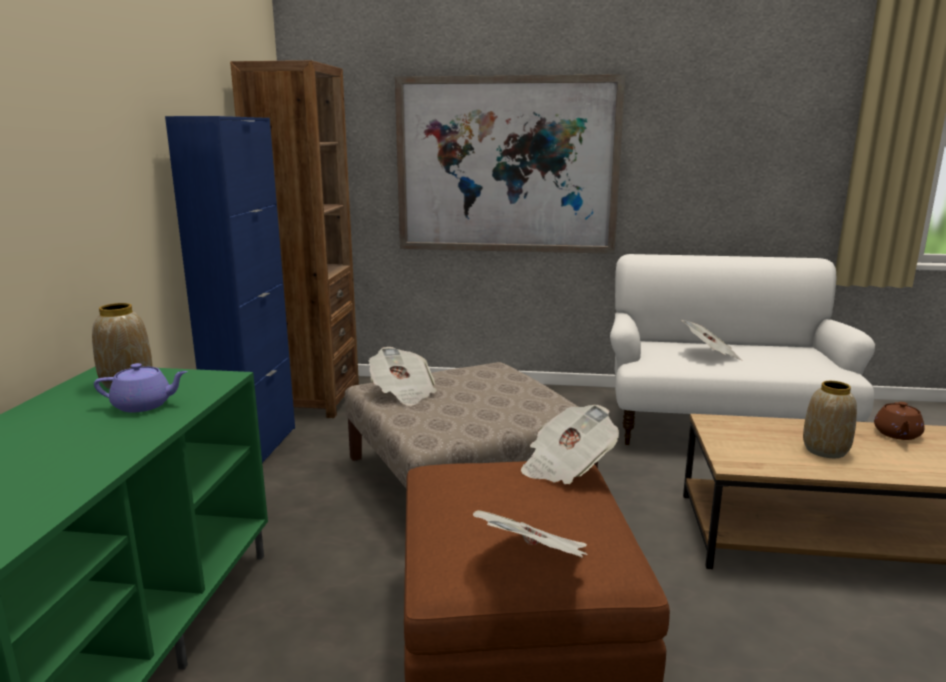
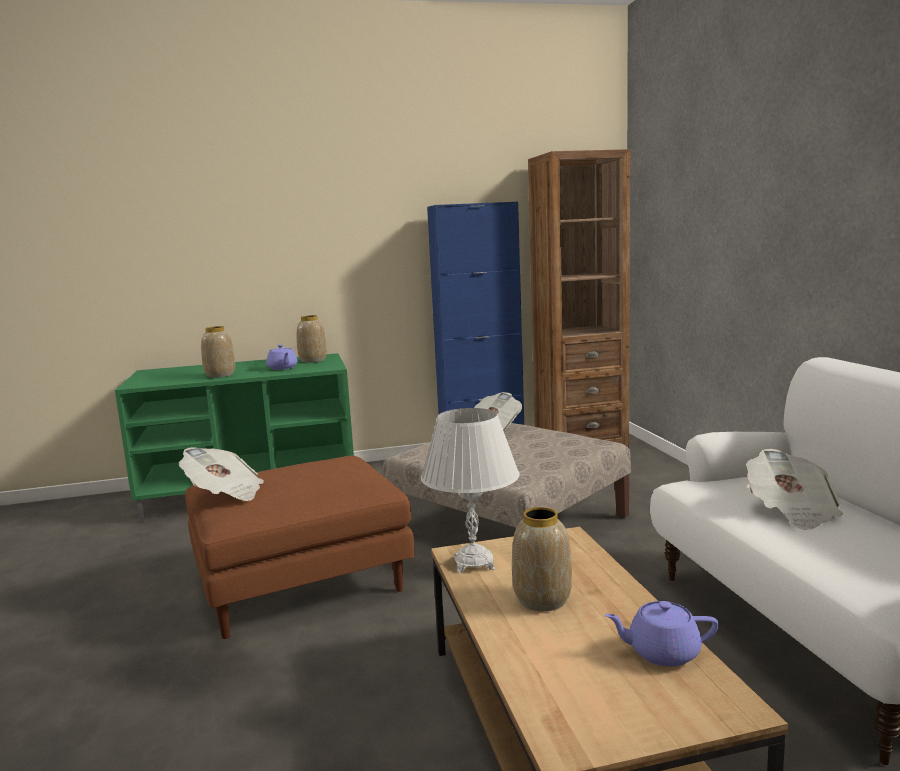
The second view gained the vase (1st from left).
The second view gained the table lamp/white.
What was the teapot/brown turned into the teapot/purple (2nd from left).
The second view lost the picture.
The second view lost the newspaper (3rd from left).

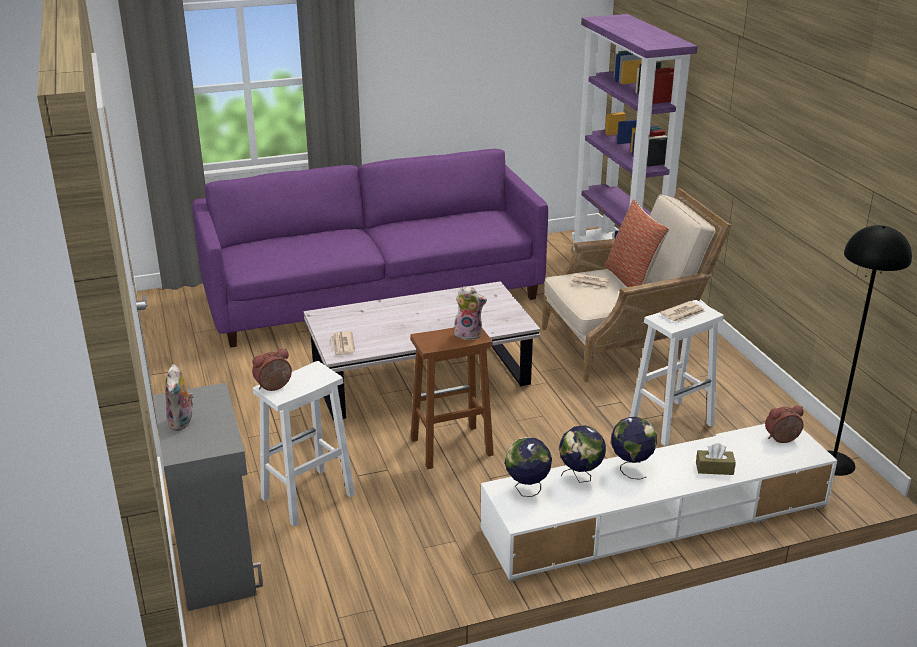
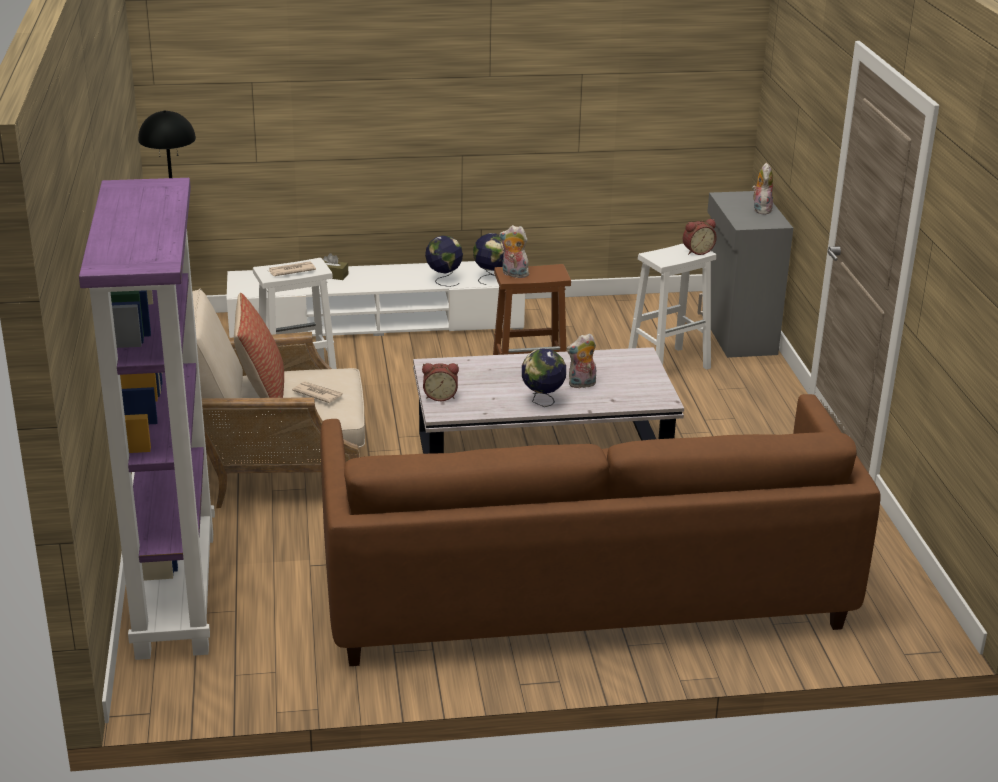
What was the sofa/purple turned into the sofa/brown.
The alarm clock (2nd from left in the first image) ended up elsewhere.
The globe (3rd from left) ended up elsewhere.
The second view gained the plush toy (2nd from left).
The second view lost the newspaper (1st from left).

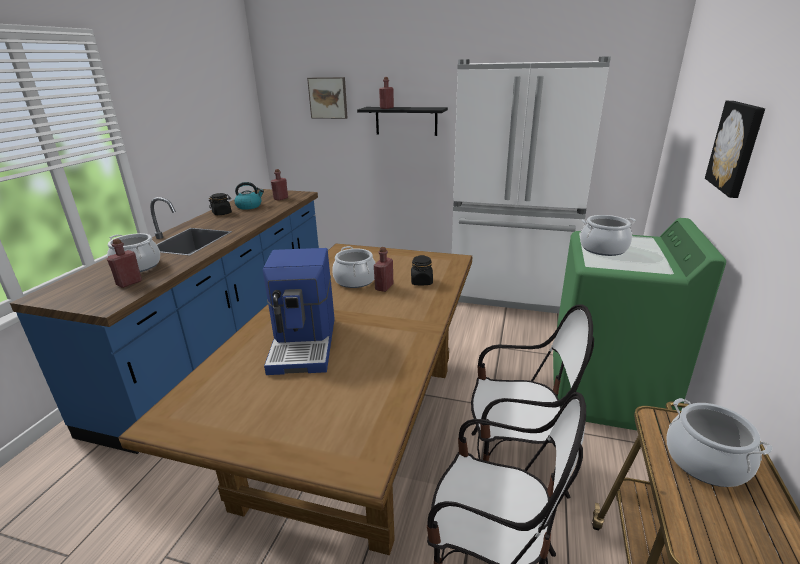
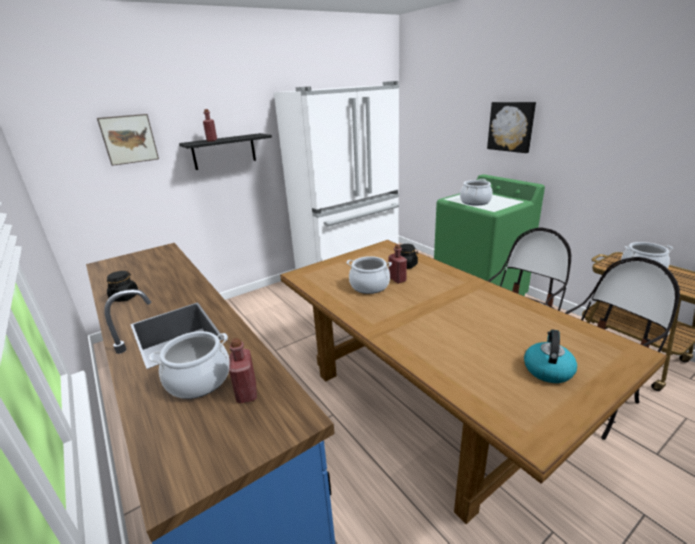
The kettle ended up elsewhere.
The second view lost the coffee machine.
The second view lost the bottle/red (2nd from left).

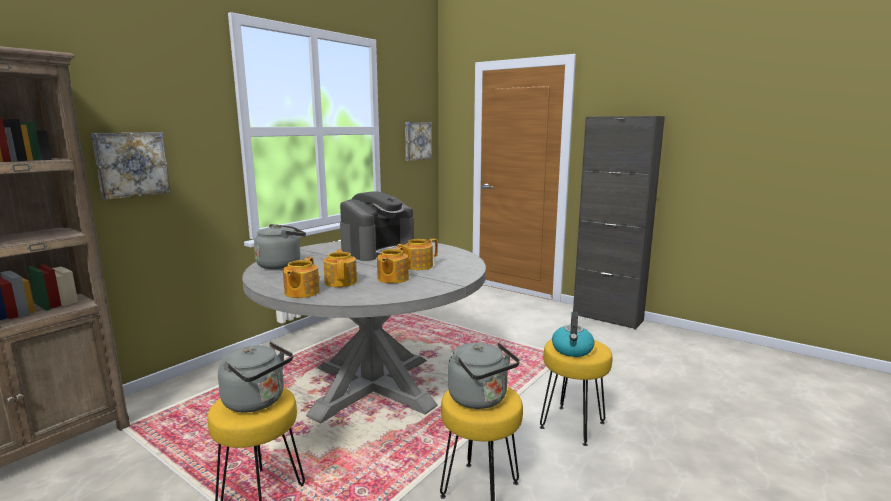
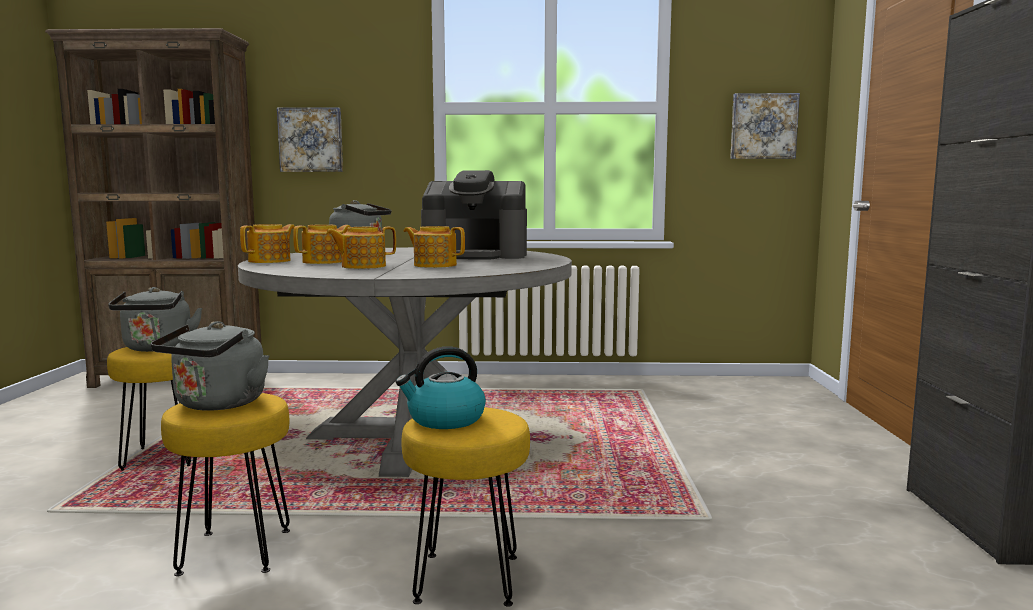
The teapot (1st from left) ended up facing another way, 150 degrees clockwise from before.

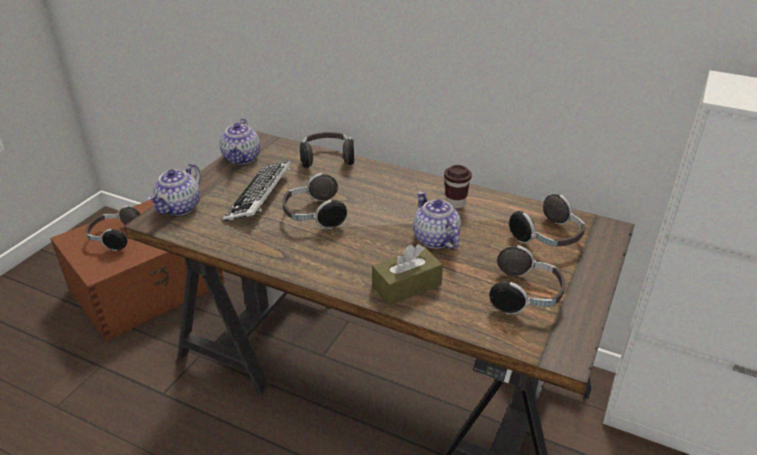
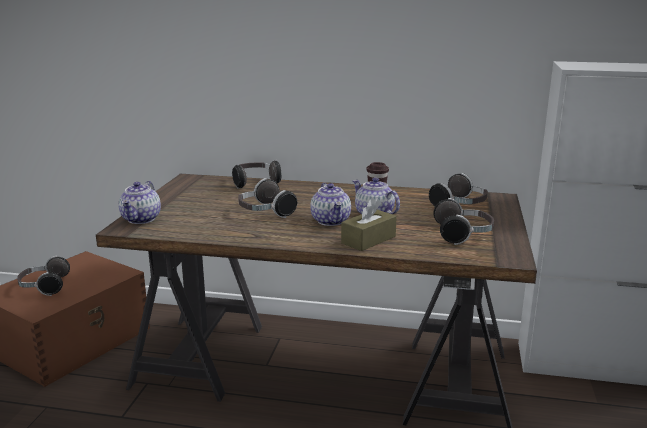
The teapot (2nd from left) ended up elsewhere.
The second view lost the keyboard.

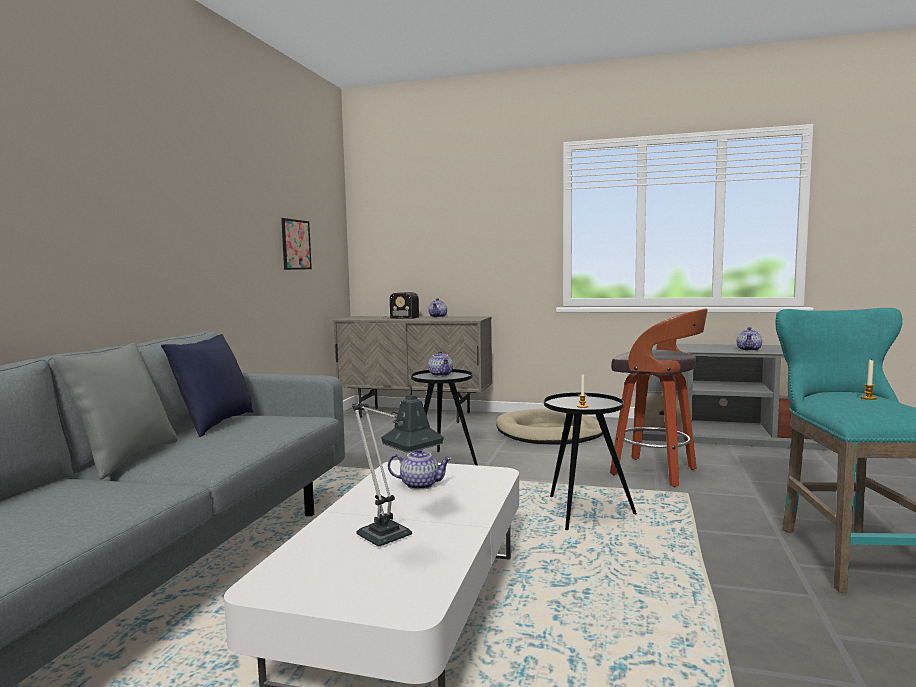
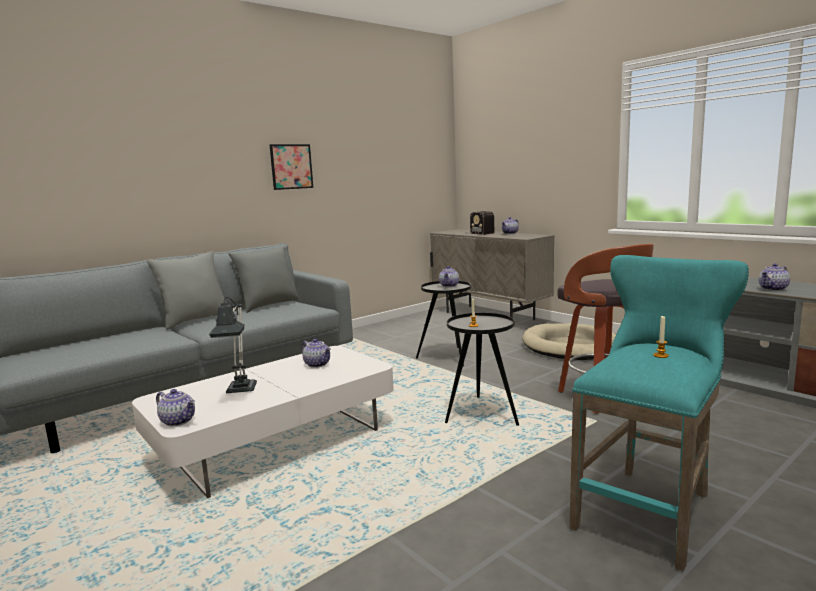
The second view gained the teapot (1st from left).
What was the pillow/blue turned into the pillow/grey (2nd from left).
The picture ended up elsewhere.

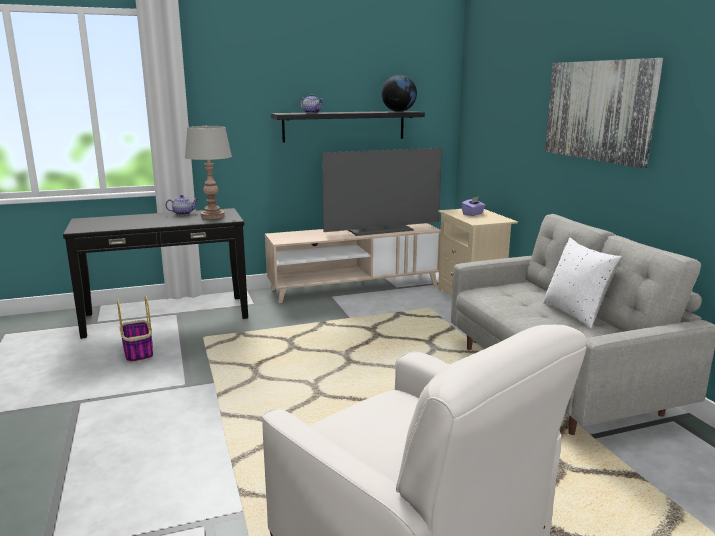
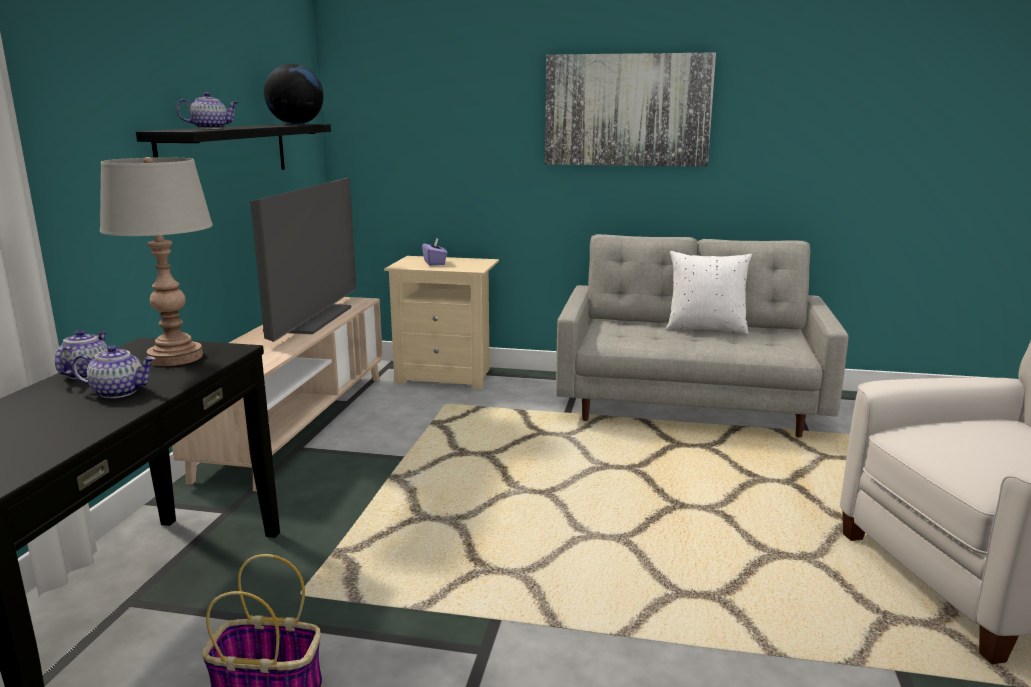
The second view gained the teapot (2nd from left).

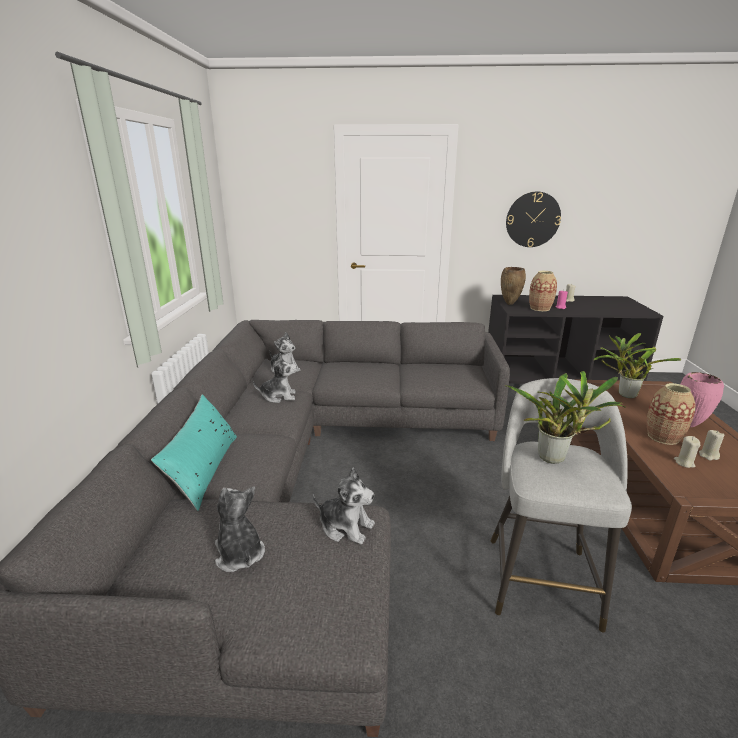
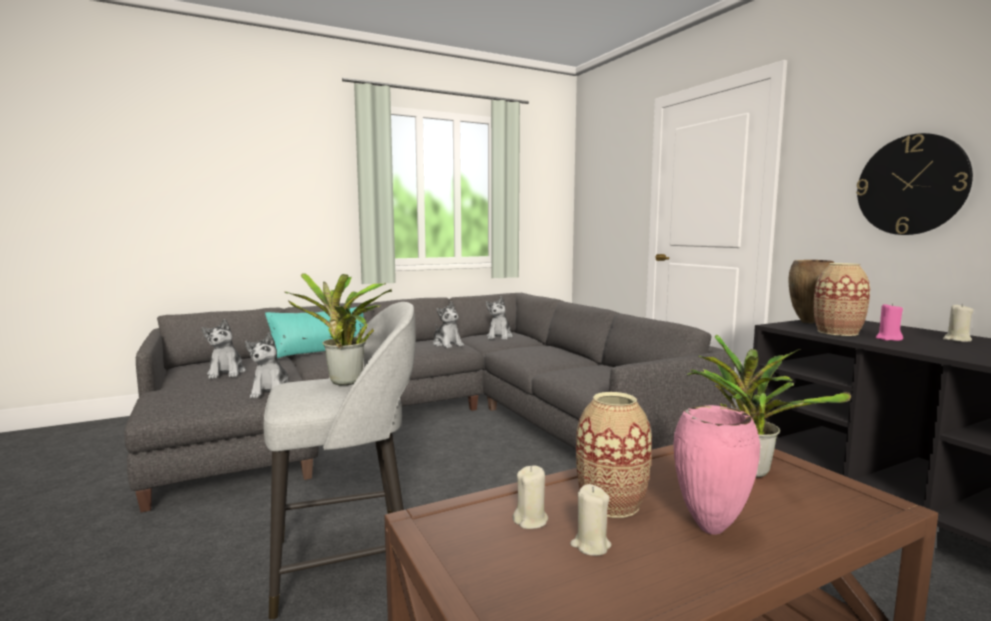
The plush toy (1st from left) ended up facing another way, 135 degrees clockwise from before.

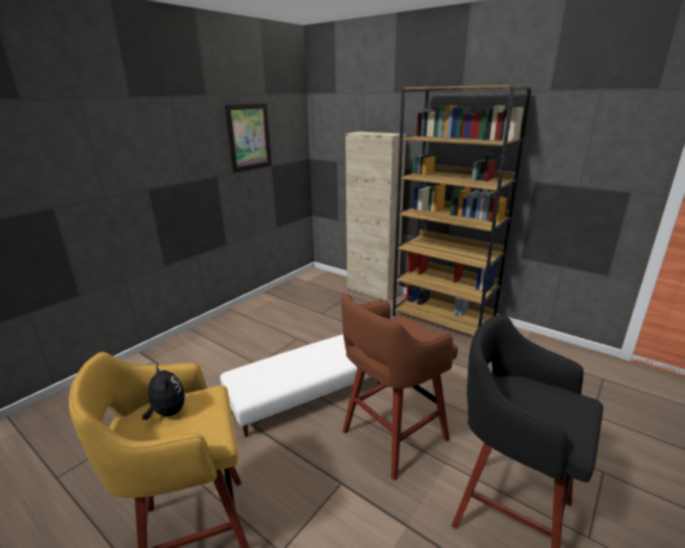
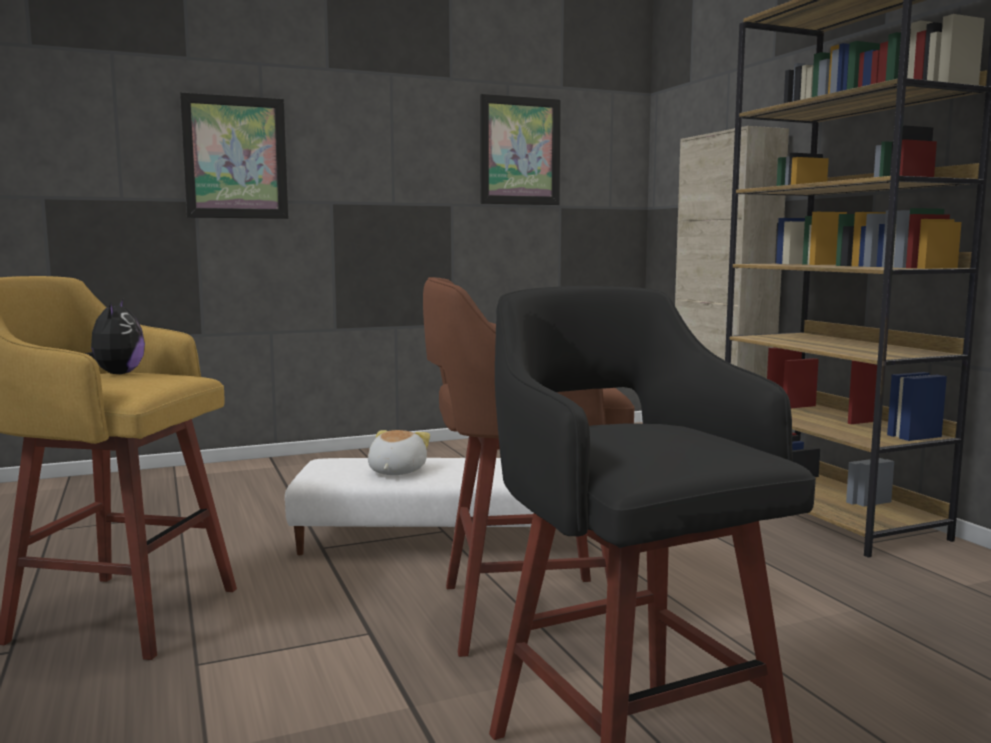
The second view gained the picture (1st from left).
The second view gained the plush toy (2nd from left).

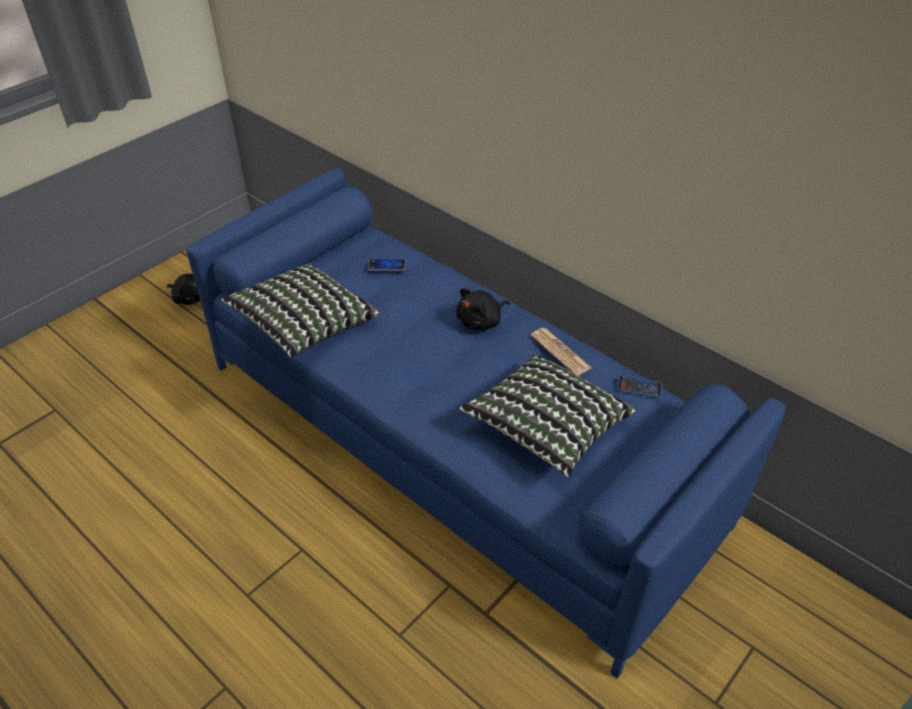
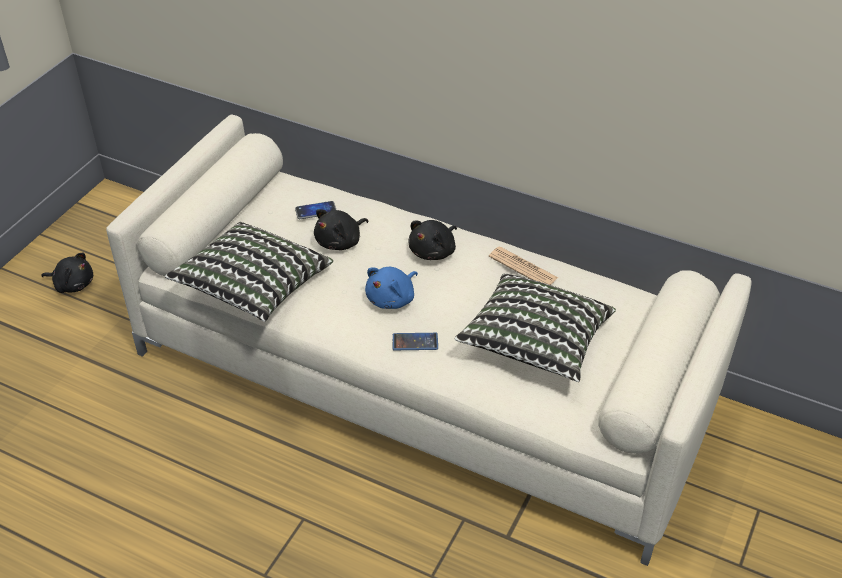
What was the sofa/blue turned into the sofa/beige.
The second view gained the plush toy/black (2nd from left).
The second view gained the plush toy/blue.
The phone (2nd from left) ended up elsewhere.

